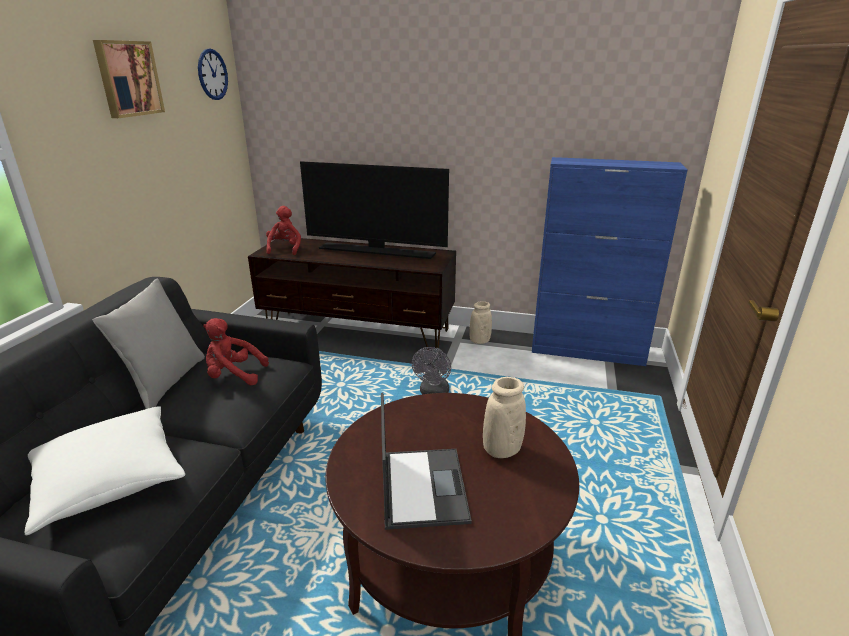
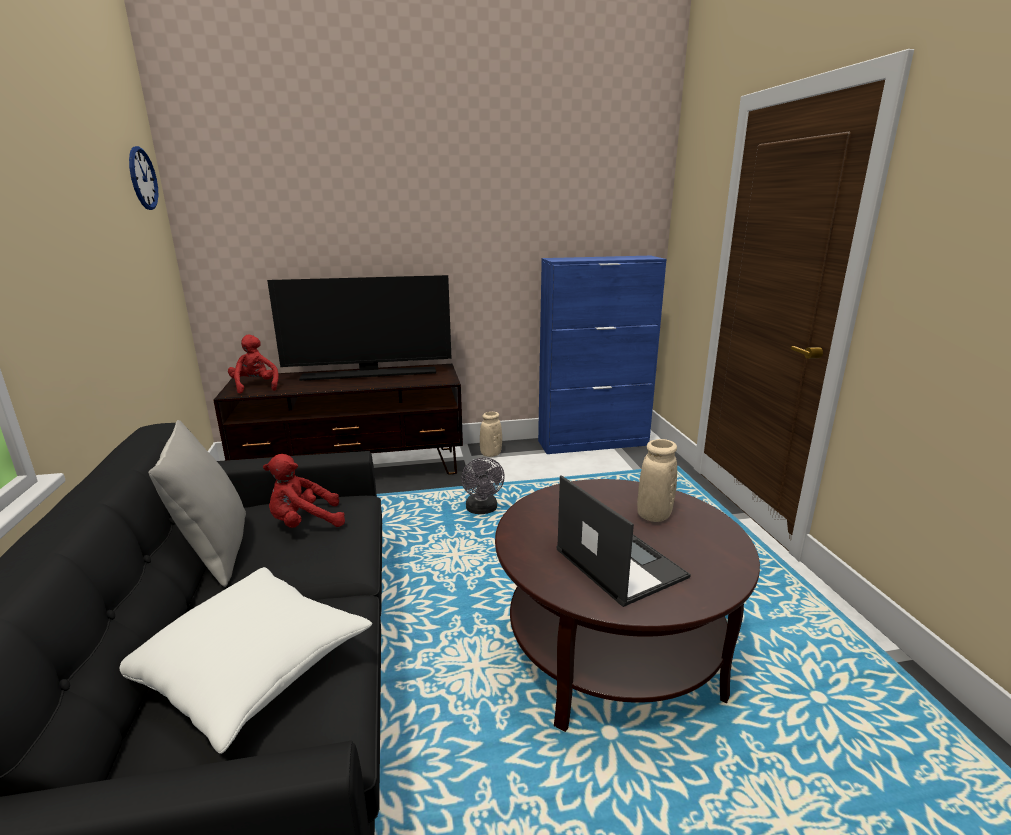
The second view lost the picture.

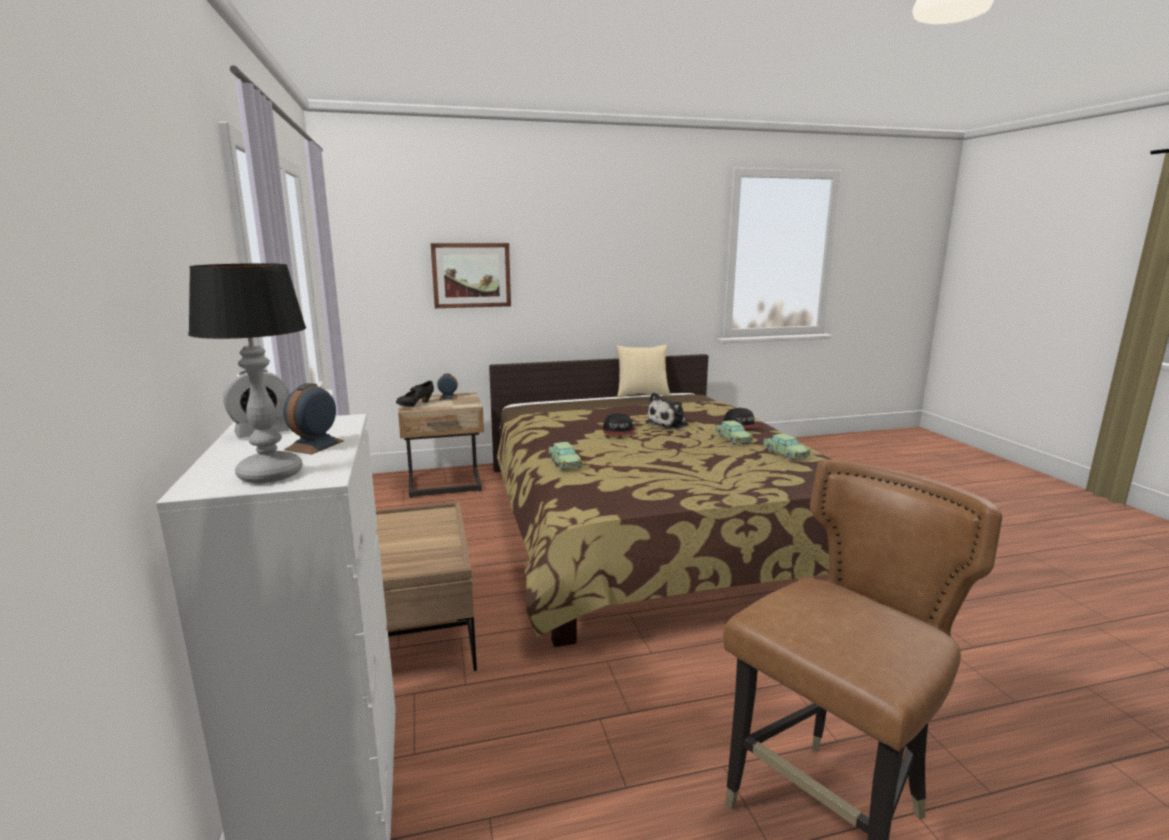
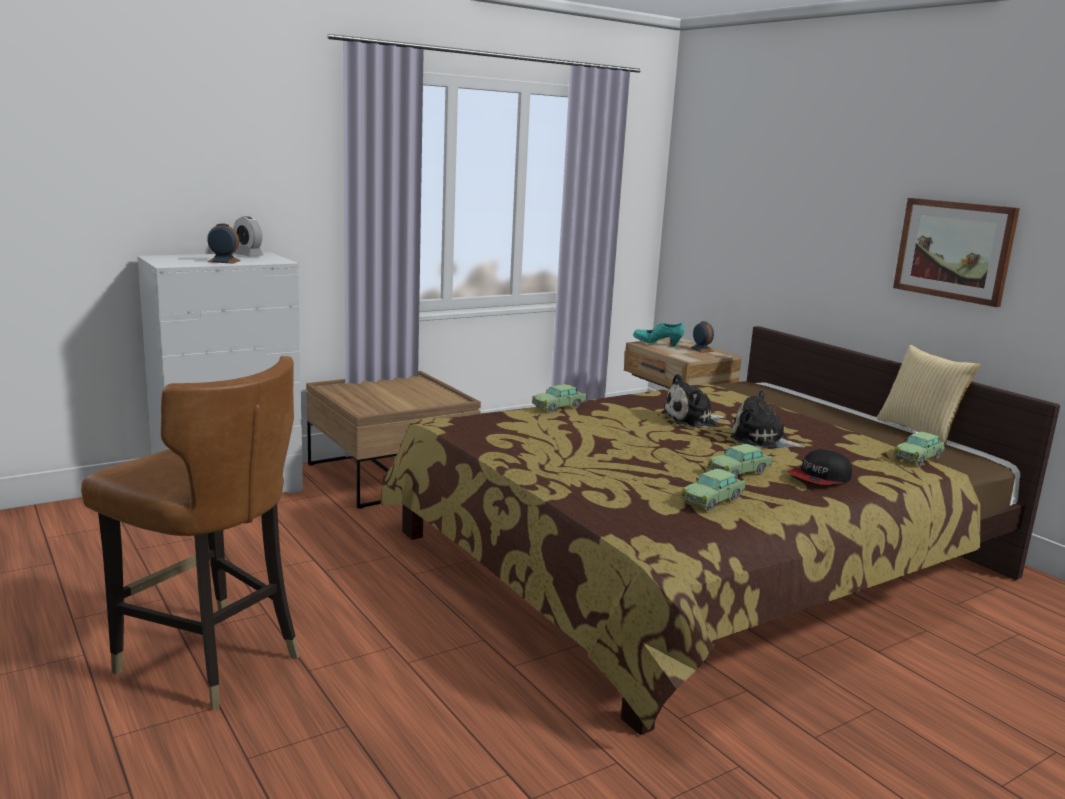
What was the shoe/black turned into the shoe/turquoise.
Where the cap (1st from left) stood, the plush toy (1st from left) came to stand.
The picture ended up elsewhere.
The second view gained the toy car (4th from left).
The second view lost the table lamp.

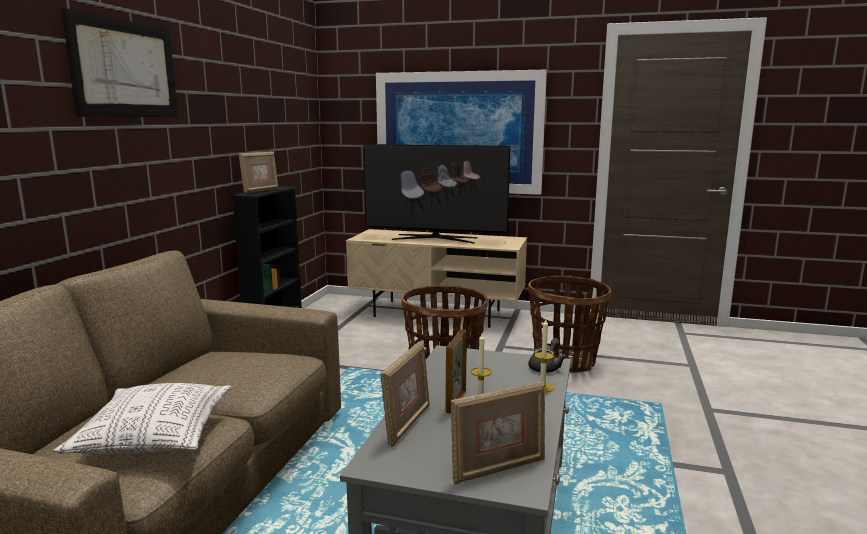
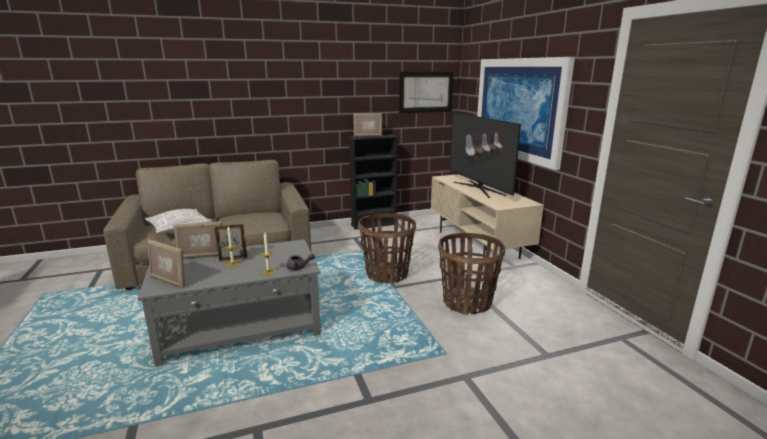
The picture (1st from left) ended up elsewhere.

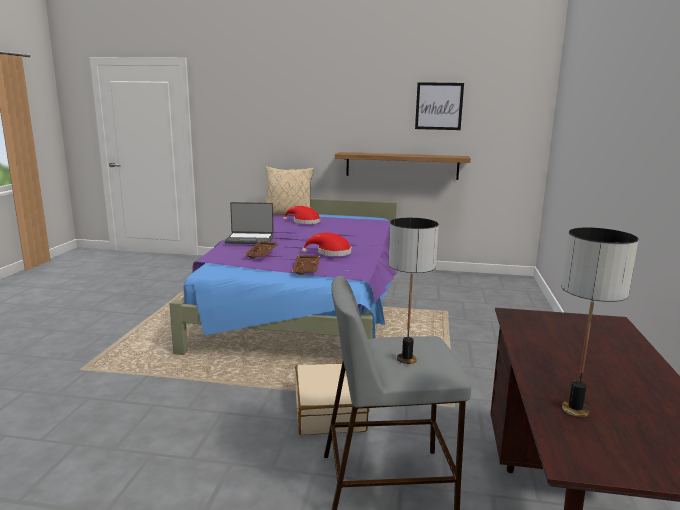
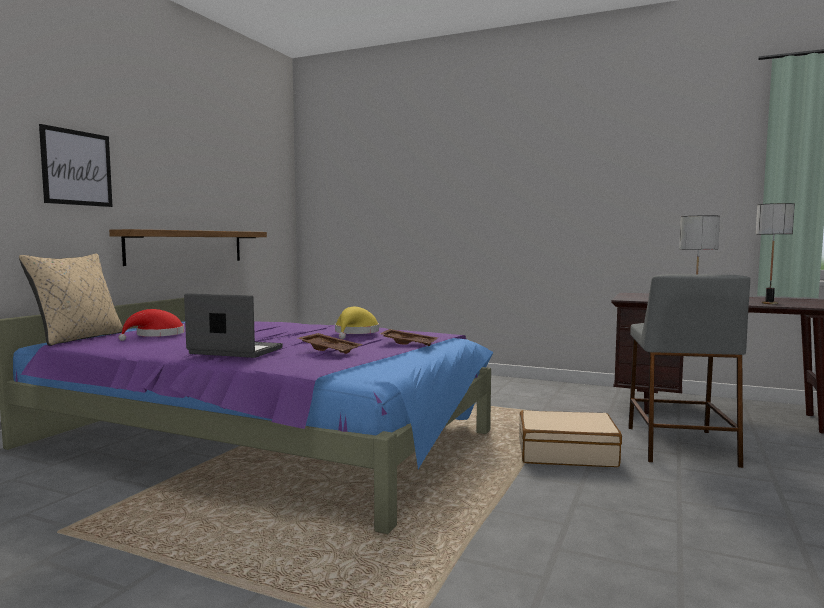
The picture ended up elsewhere.
The laptop ended up facing another way, 90 degrees counterclockwise from before.
What was the hat/red (2nd from left) turned into the hat/yellow.

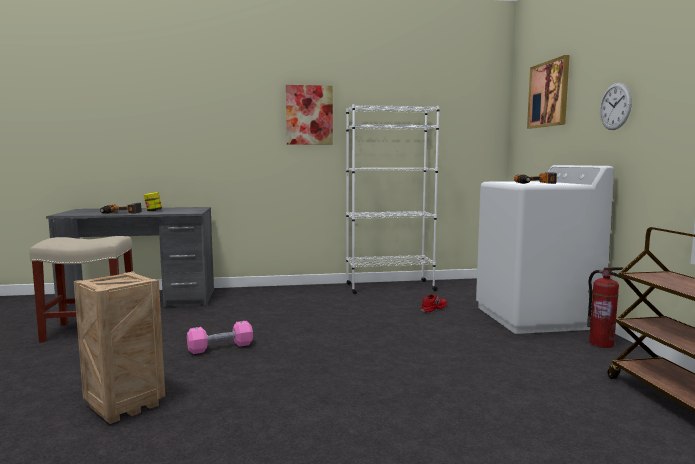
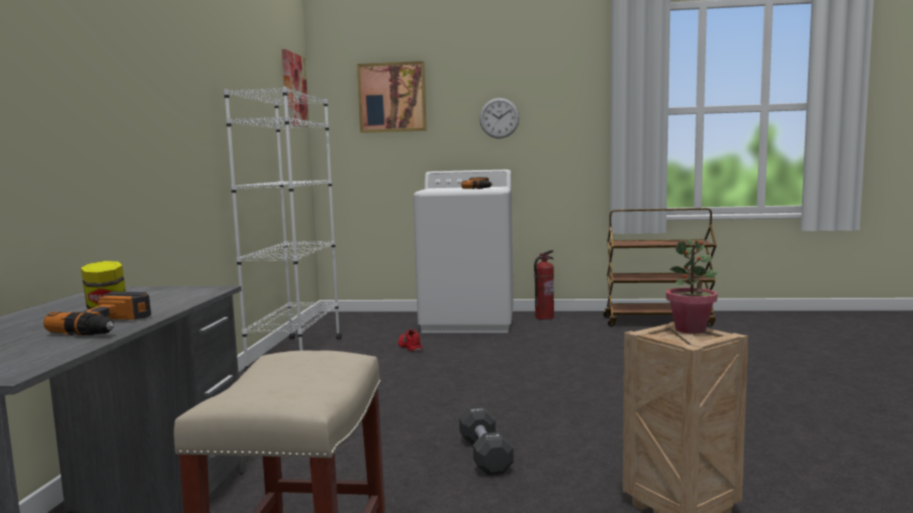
The picture (1st from left) ended up elsewhere.
What was the dumbbell/pink turned into the dumbbell/black.
The second view gained the potted plant.

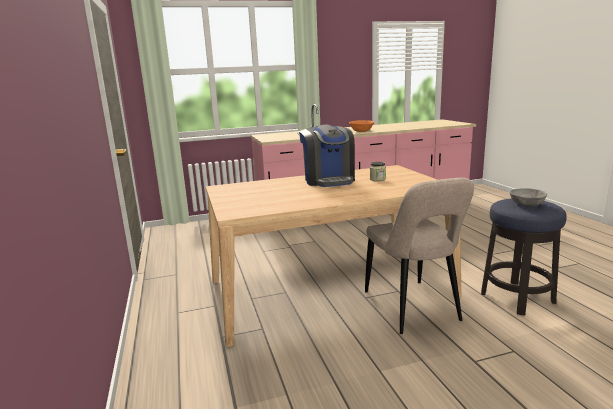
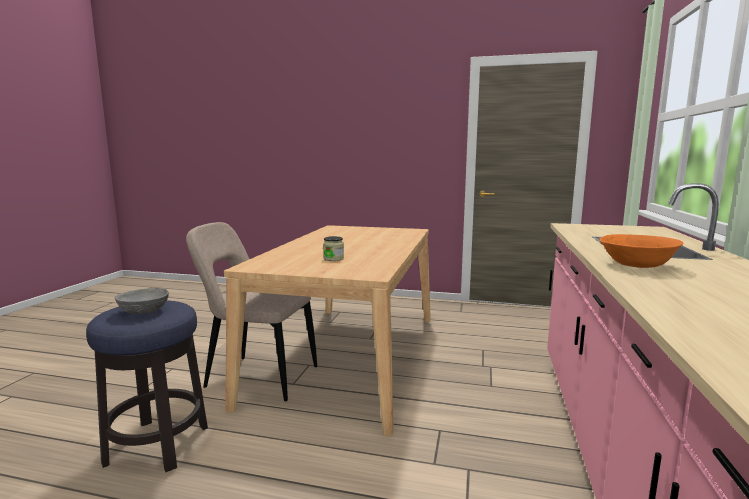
The second view lost the coffee machine.

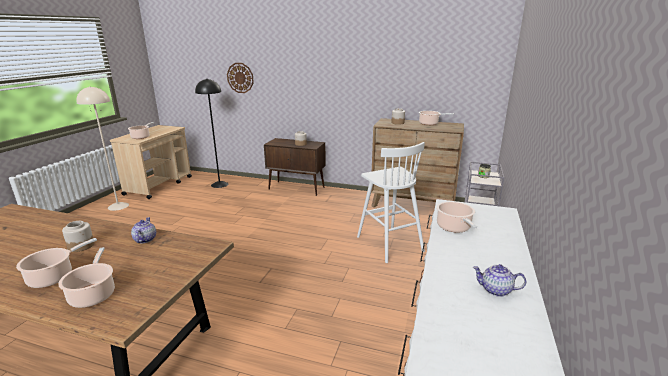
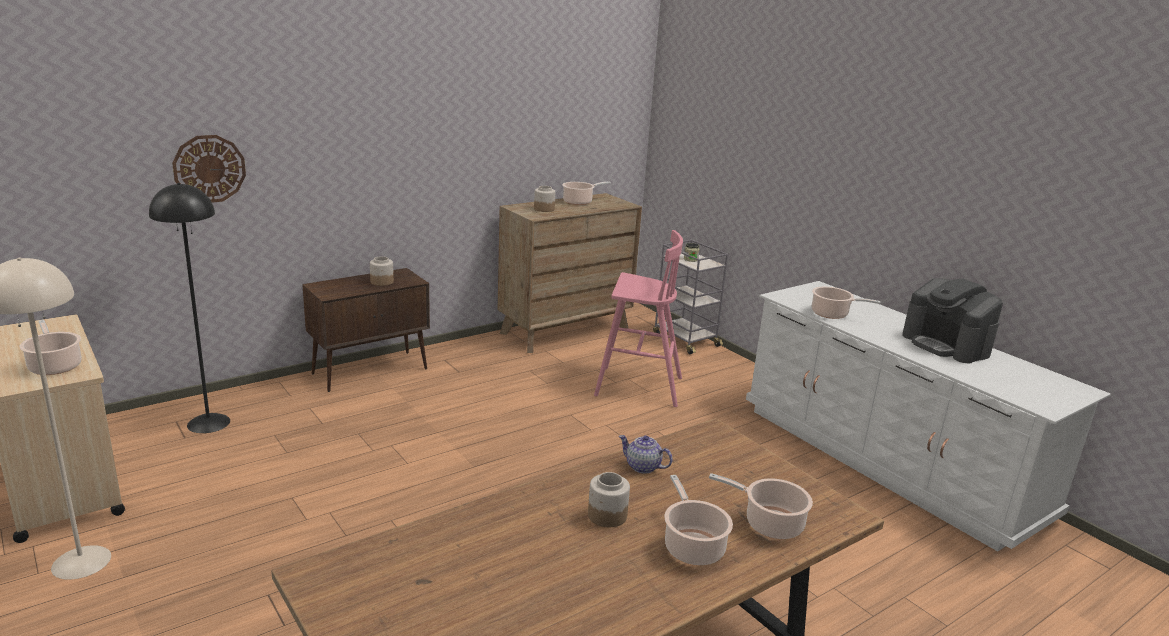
What was the stool/white turned into the stool/pink.
Where the teapot (2nd from left) stood, the coffee machine came to stand.

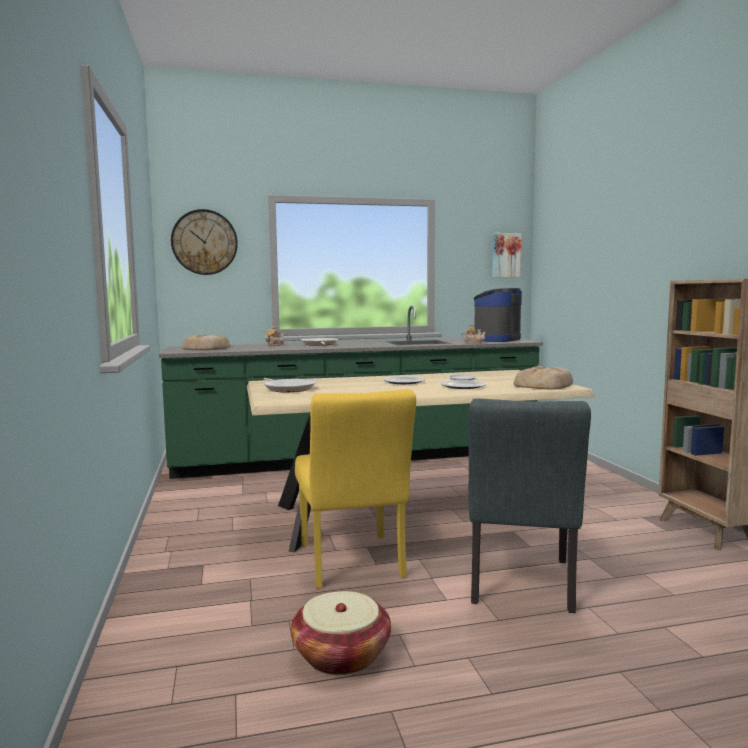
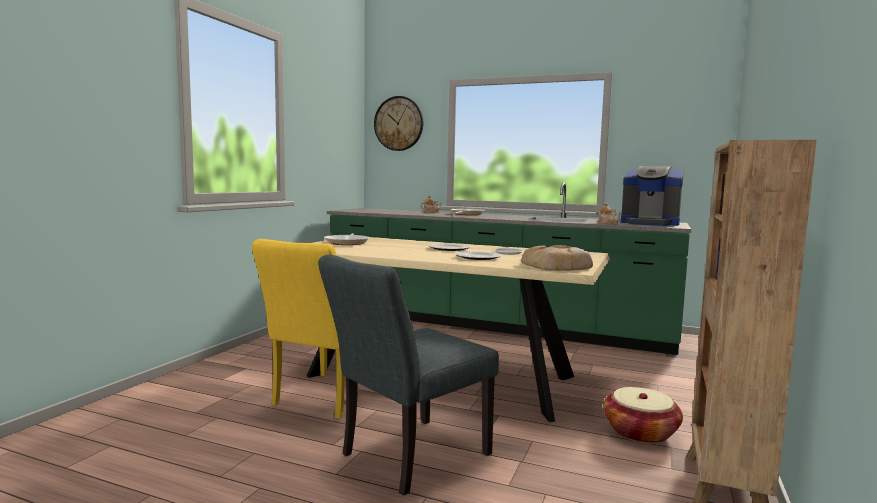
The basket ended up elsewhere.
The coffee machine ended up facing another way, 135 degrees counterclockwise from before.
The second view lost the bread (1st from left).
The second view lost the picture.

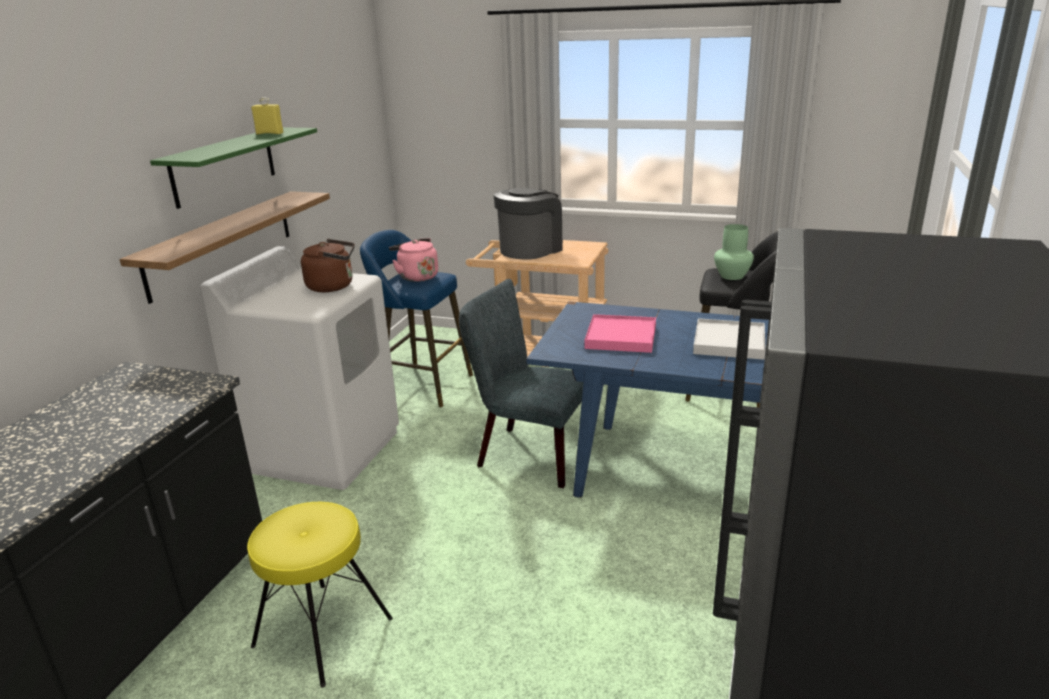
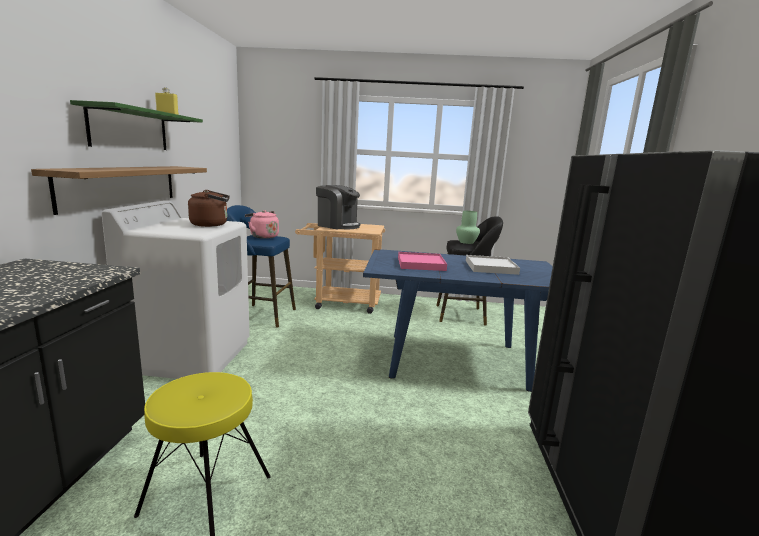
The coffee machine ended up facing another way, 90 degrees clockwise from before.
The second view lost the chair/grey.

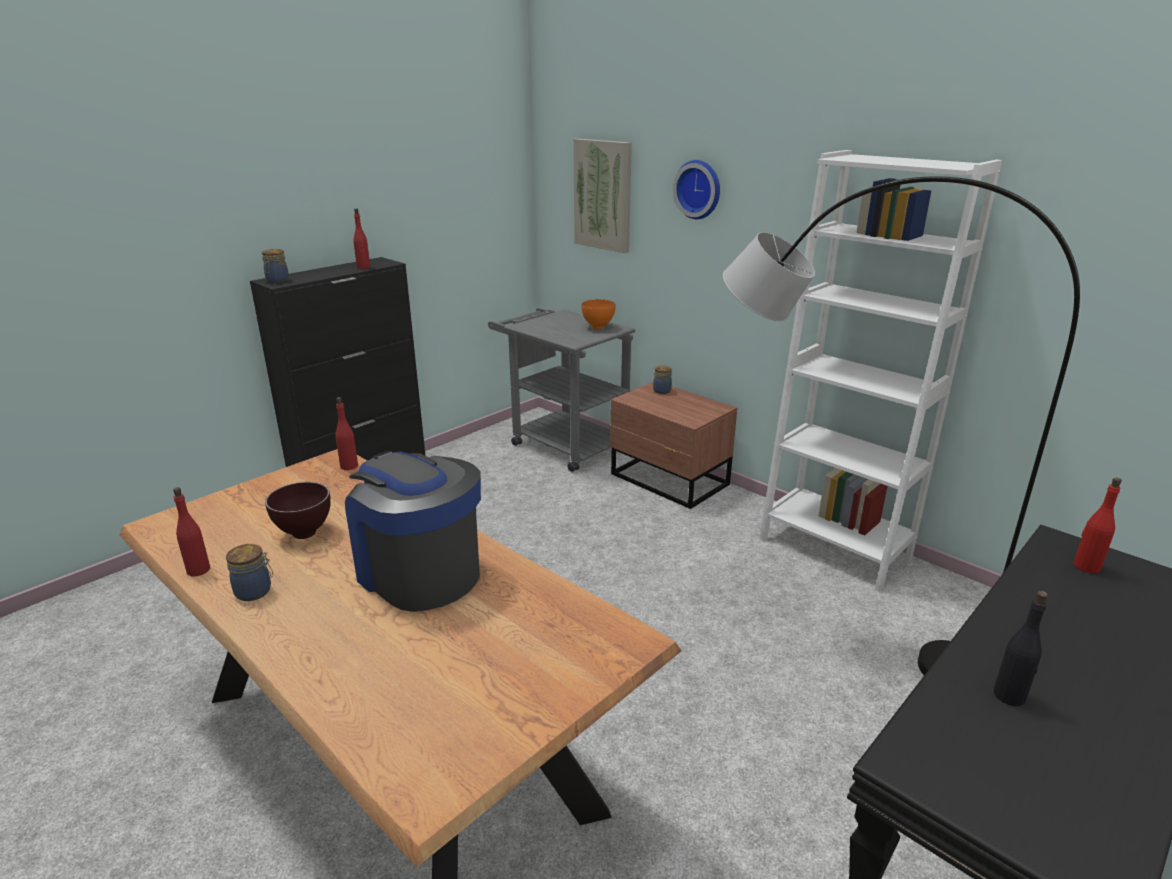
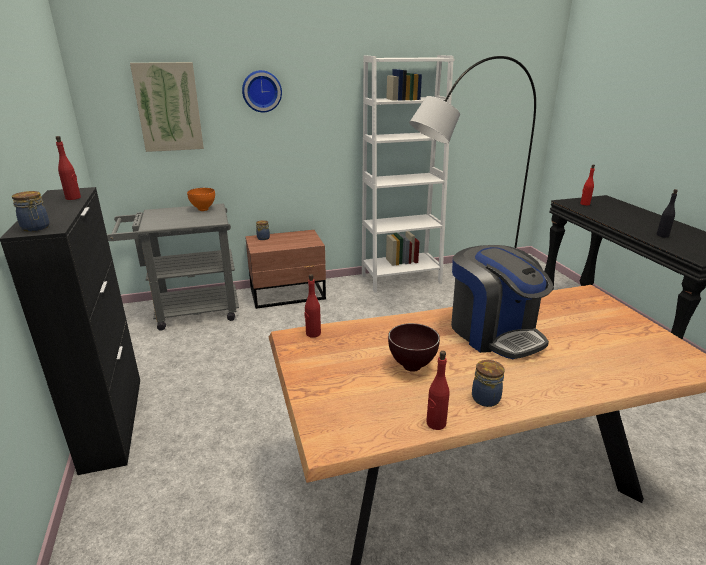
The coffee machine ended up facing another way, 105 degrees counterclockwise from before.

